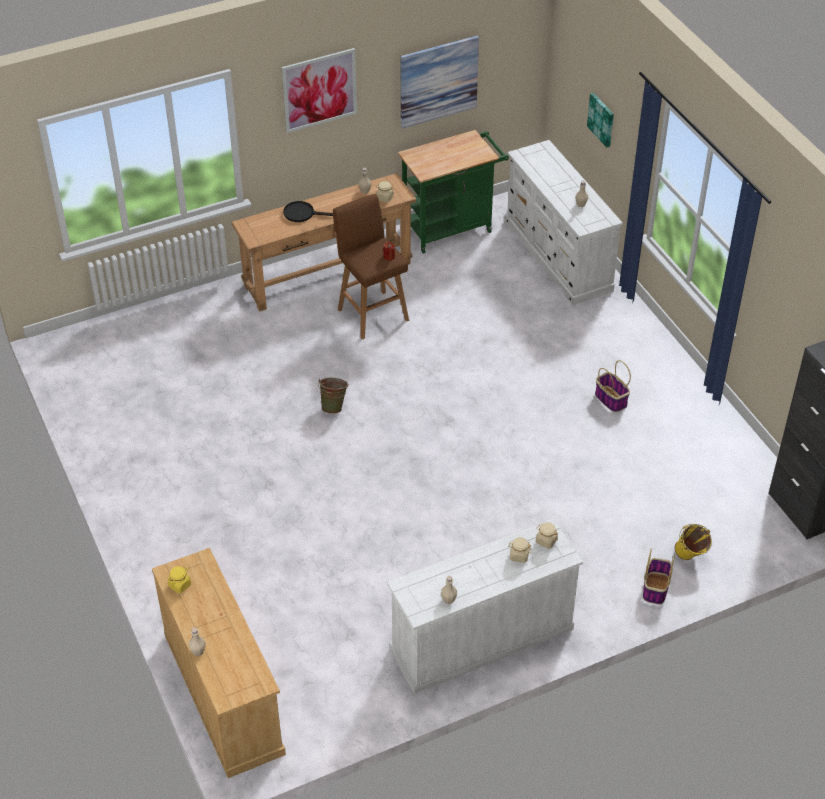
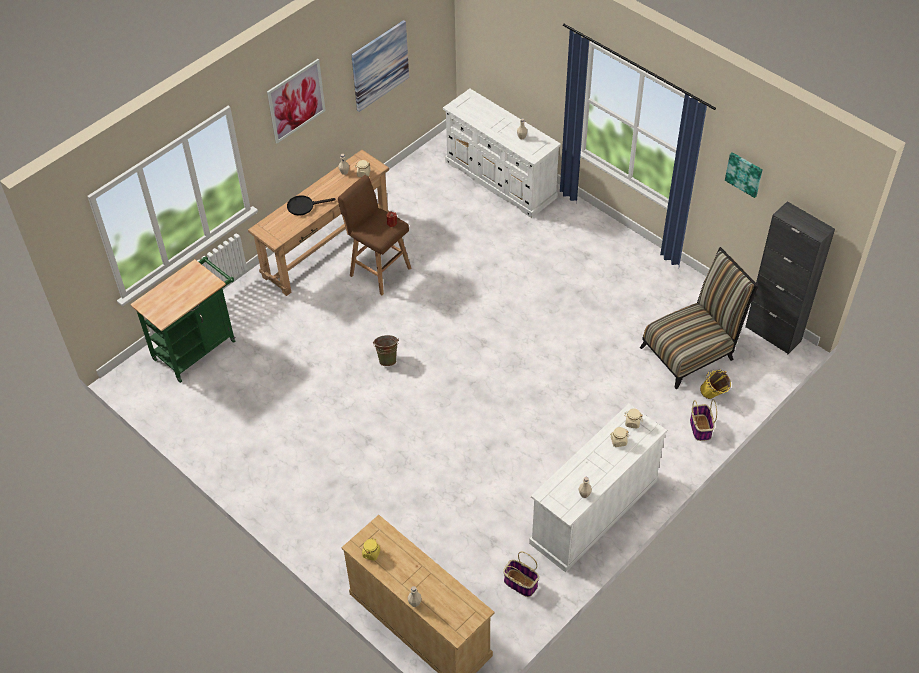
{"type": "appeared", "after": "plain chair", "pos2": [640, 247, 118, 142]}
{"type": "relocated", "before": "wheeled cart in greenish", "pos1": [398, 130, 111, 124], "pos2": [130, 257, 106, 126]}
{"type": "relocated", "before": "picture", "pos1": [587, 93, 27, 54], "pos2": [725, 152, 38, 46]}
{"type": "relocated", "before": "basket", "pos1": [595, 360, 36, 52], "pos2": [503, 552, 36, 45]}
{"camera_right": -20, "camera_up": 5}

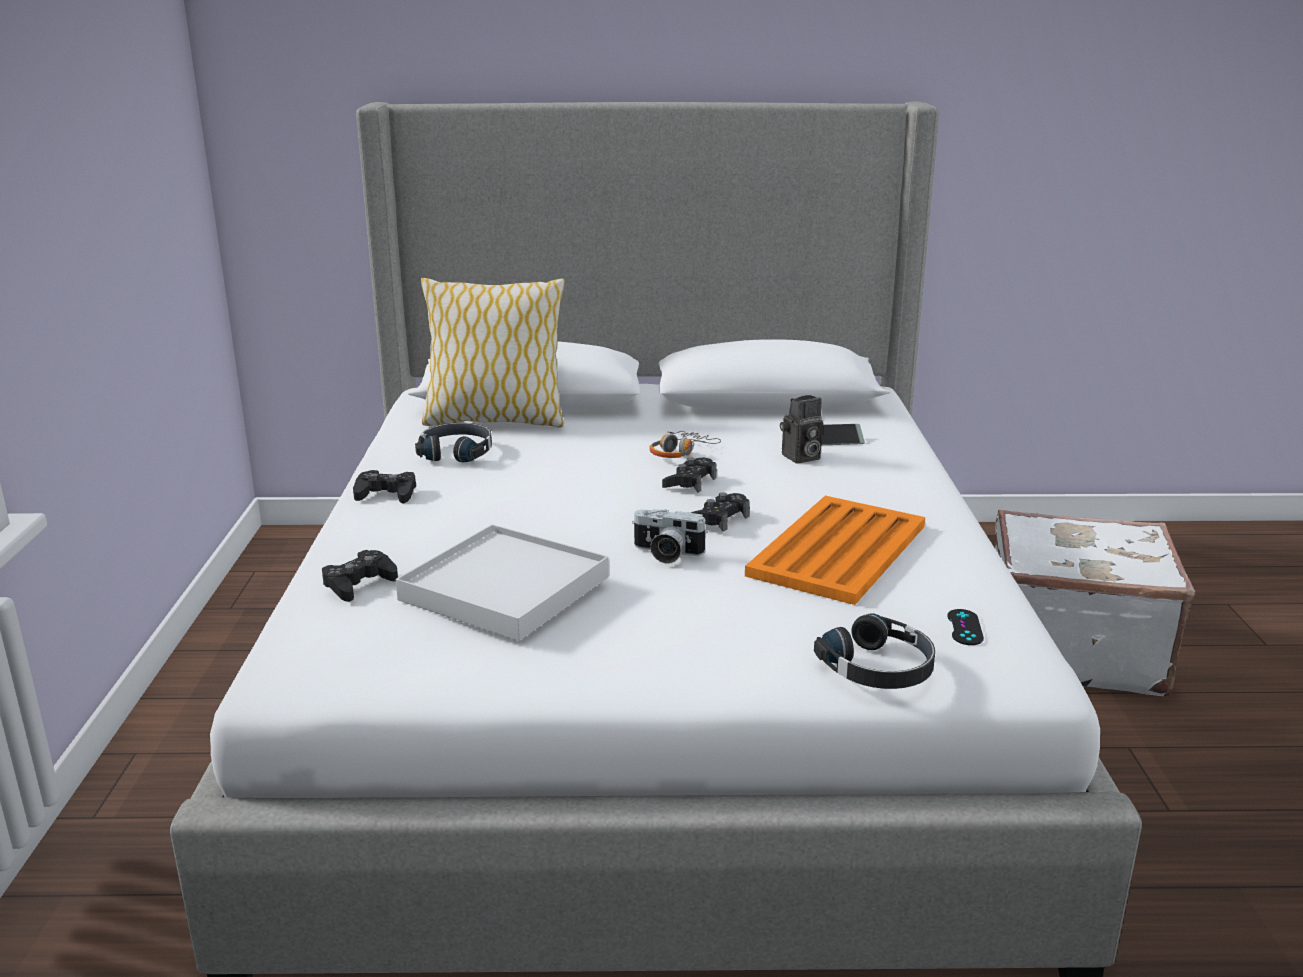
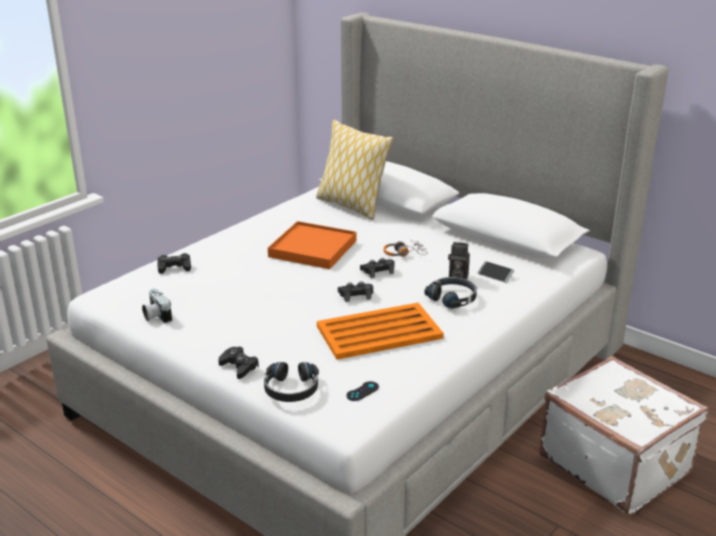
{"type": "missing", "before": "tray in whitish", "pos1": [395, 524, 214, 117]}
{"type": "appeared", "after": "tray in orangey", "pos2": [268, 221, 88, 48]}
{"type": "relocated", "before": "joypad in black", "pos1": [353, 470, 63, 33], "pos2": [218, 347, 41, 32]}
{"type": "relocated", "before": "pair of headphones in black", "pos1": [415, 423, 77, 39], "pos2": [425, 277, 52, 32]}
{"type": "relocated", "before": "photo camera", "pos1": [632, 509, 76, 55], "pos2": [142, 289, 30, 34]}
{"camera_right": 40, "camera_up": 5}

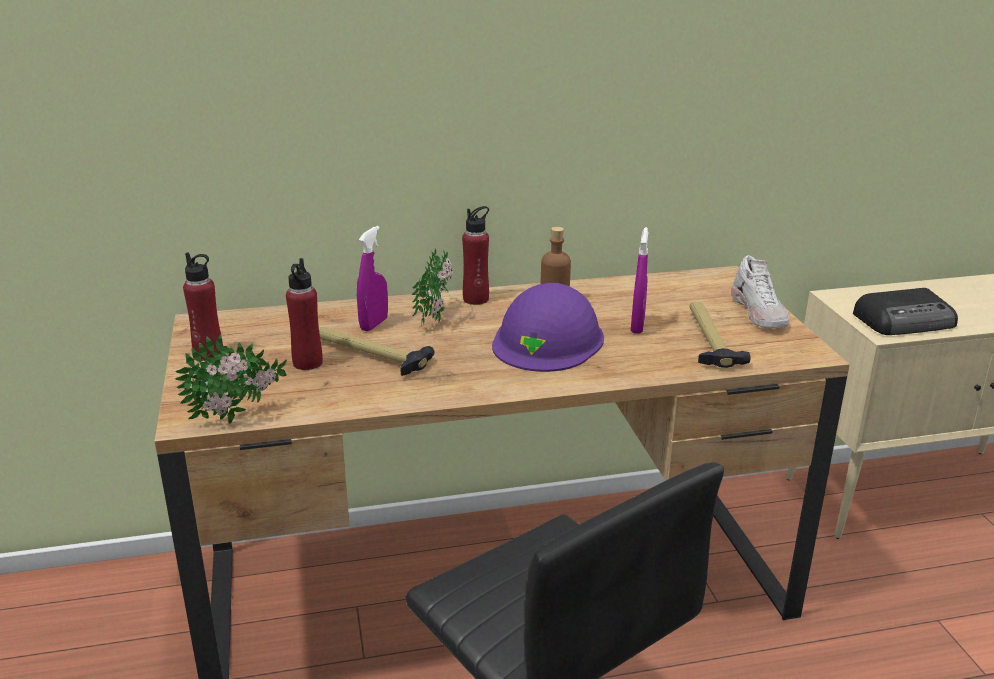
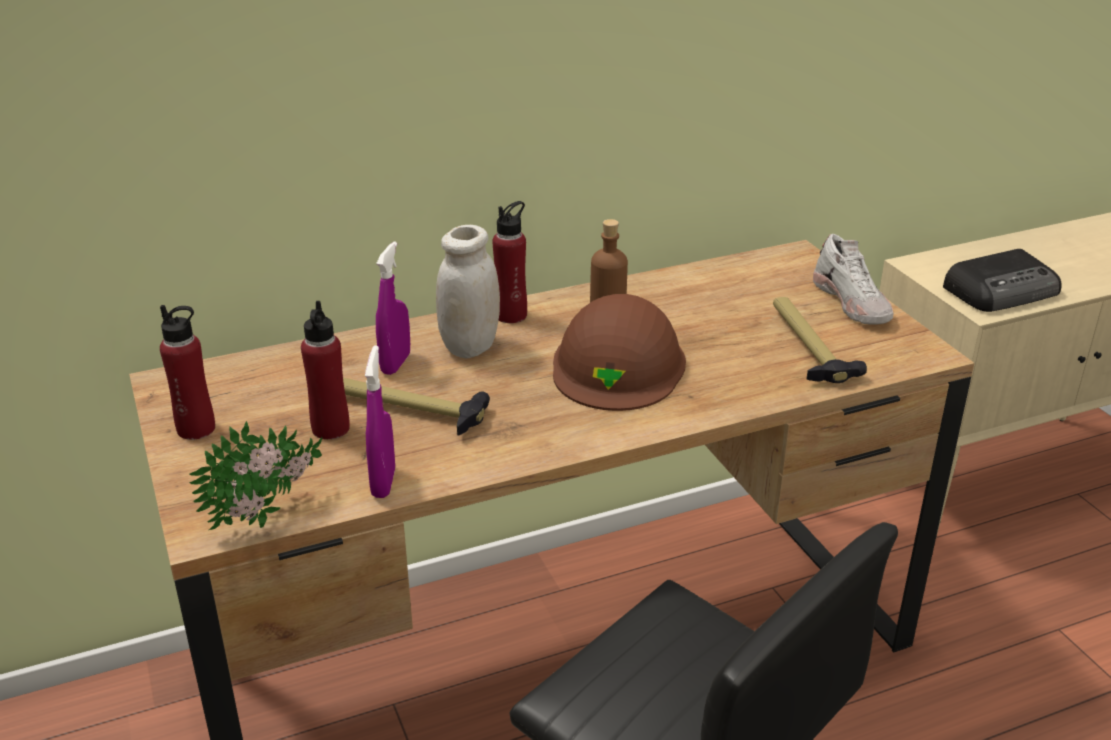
{"type": "relocated", "before": "sprayer in purple", "pos1": [631, 227, 17, 107], "pos2": [365, 345, 30, 153]}
{"type": "exchanged", "before": "plant in a pot", "after": "preserve jar in whitish", "pos1": [412, 249, 41, 78], "pos2": [436, 225, 64, 133]}
{"type": "colour", "before": "safety helmet in purple", "after": "safety helmet in brown", "pos1": [492, 283, 112, 89], "pos2": [553, 294, 133, 117]}
{"camera_right": -10, "camera_up": 5}

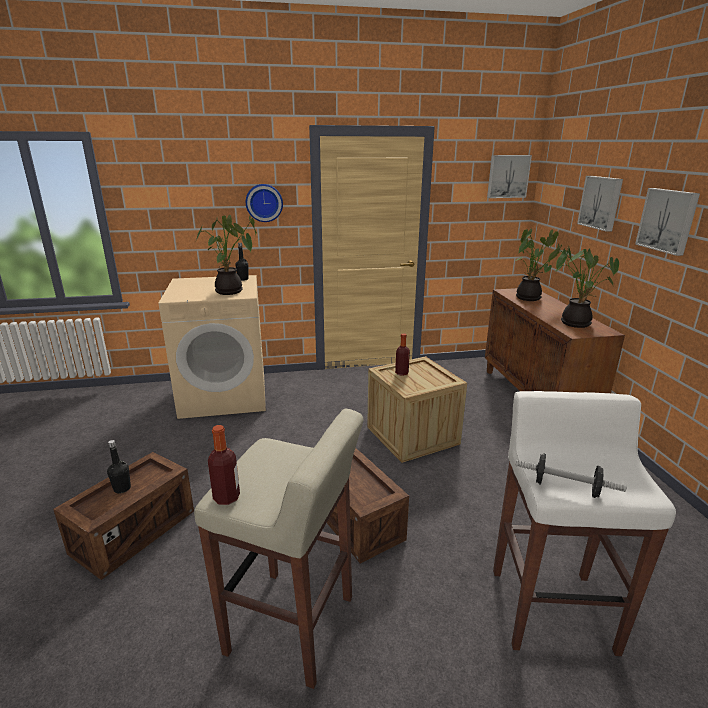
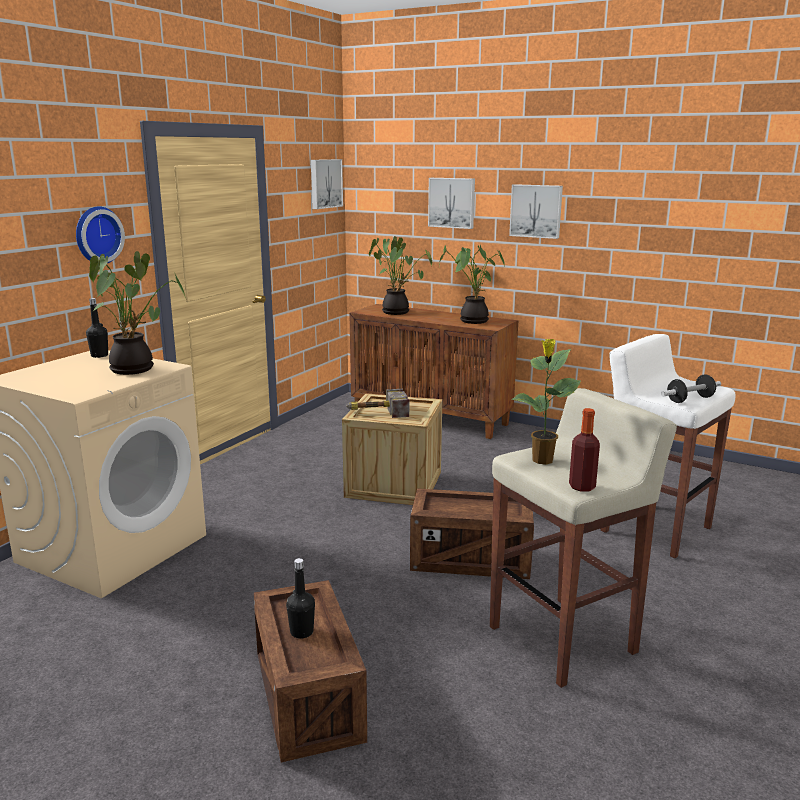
{"type": "appeared", "after": "plant in a pot", "pos2": [512, 339, 69, 126]}
{"type": "exchanged", "before": "bottle", "after": "hand hammer", "pos1": [395, 333, 15, 43], "pos2": [346, 389, 63, 29]}
{"camera_right": -50, "camera_up": -5}

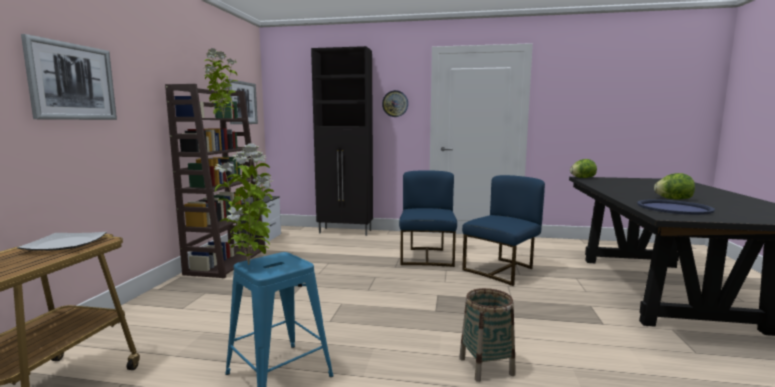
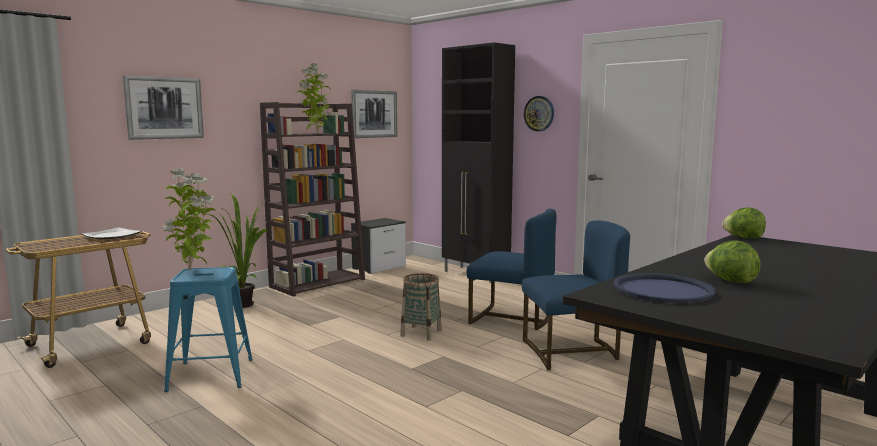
{"type": "appeared", "after": "plant in a pot", "pos2": [206, 193, 62, 115]}
{"type": "relocated", "before": "basket", "pos1": [459, 288, 56, 94], "pos2": [400, 273, 42, 67]}
{"type": "spun", "before": "plain chair in blue-coloured", "pos1": [399, 170, 58, 97], "pos2": [467, 209, 89, 121], "turn": 75}
{"camera_right": 35, "camera_up": 0}

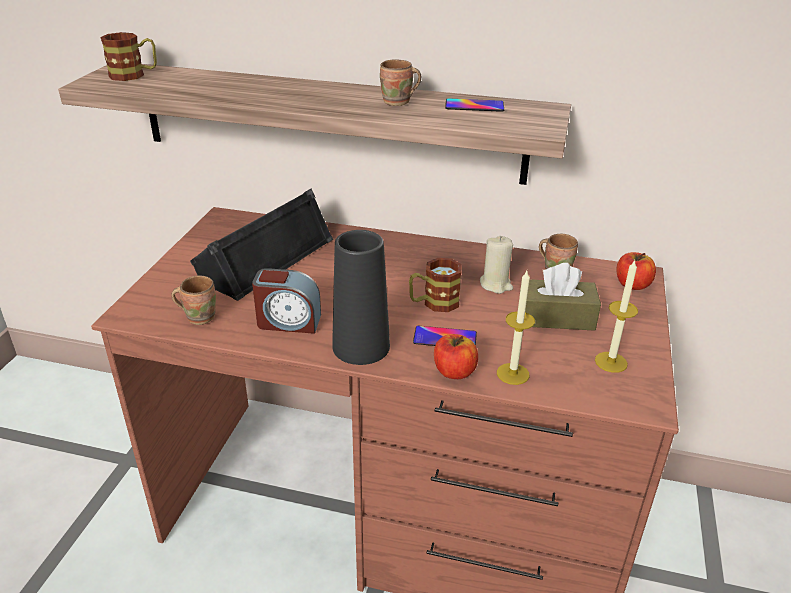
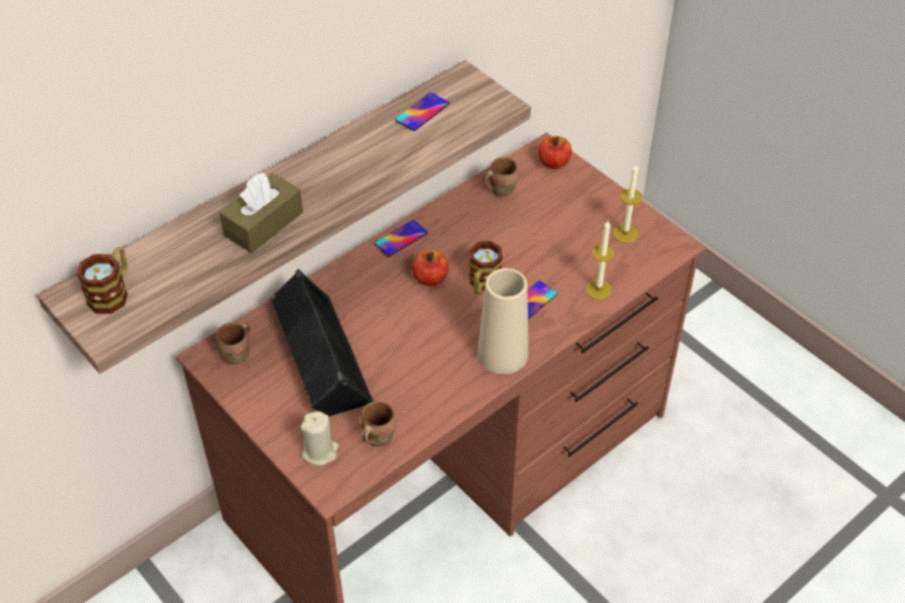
{"type": "missing", "before": "bedside clock", "pos1": [252, 268, 69, 66]}
{"type": "appeared", "after": "phone", "pos2": [375, 220, 53, 37]}
{"type": "relocated", "before": "mug in brown", "pos1": [380, 60, 41, 46], "pos2": [216, 322, 34, 43]}
{"type": "relocated", "before": "whole apple", "pos1": [434, 334, 44, 45], "pos2": [412, 250, 37, 36]}
{"type": "relocated", "before": "candle in beige-coloured", "pos1": [480, 236, 33, 58], "pos2": [301, 411, 38, 55]}
{"type": "relocated", "before": "box of tissues in brown", "pos1": [520, 263, 81, 68], "pos2": [219, 172, 84, 81]}
{"type": "colour", "before": "decorative vase in black", "after": "decorative vase in beige-coloured", "pos1": [332, 230, 58, 135], "pos2": [478, 268, 50, 106]}
{"camera_right": -55, "camera_up": 15}

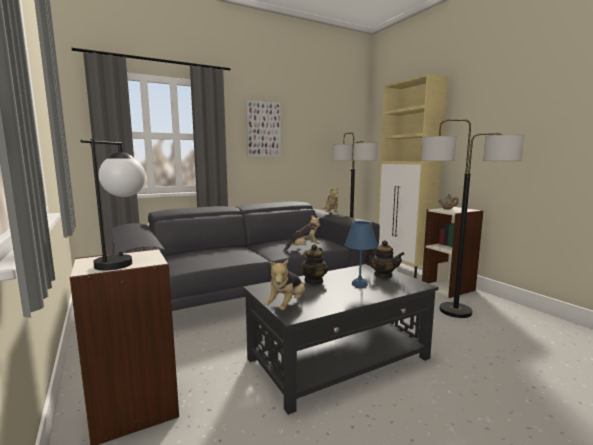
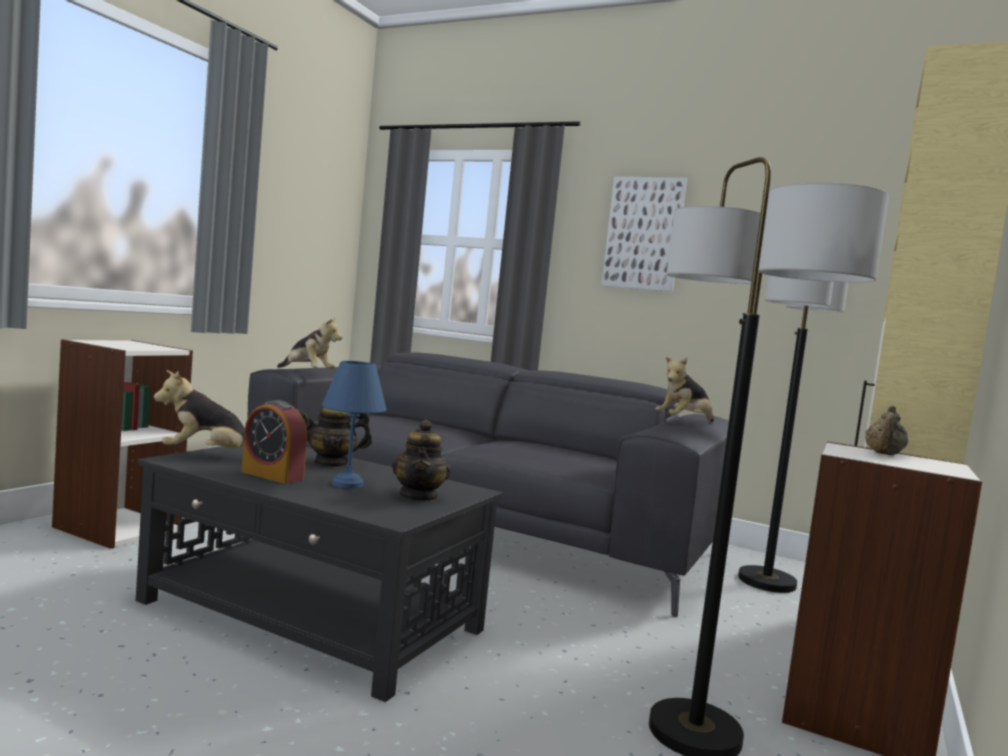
{"type": "missing", "before": "table lamp", "pos1": [80, 139, 66, 131]}
{"type": "appeared", "after": "bedside clock", "pos2": [242, 400, 65, 84]}
{"type": "relocated", "before": "soft toy", "pos1": [283, 215, 38, 36], "pos2": [277, 318, 65, 51]}
{"camera_right": 55, "camera_up": -5}

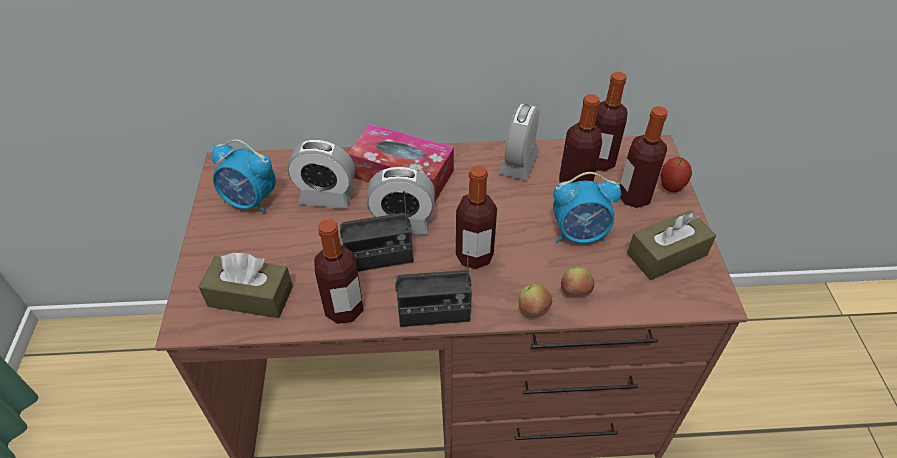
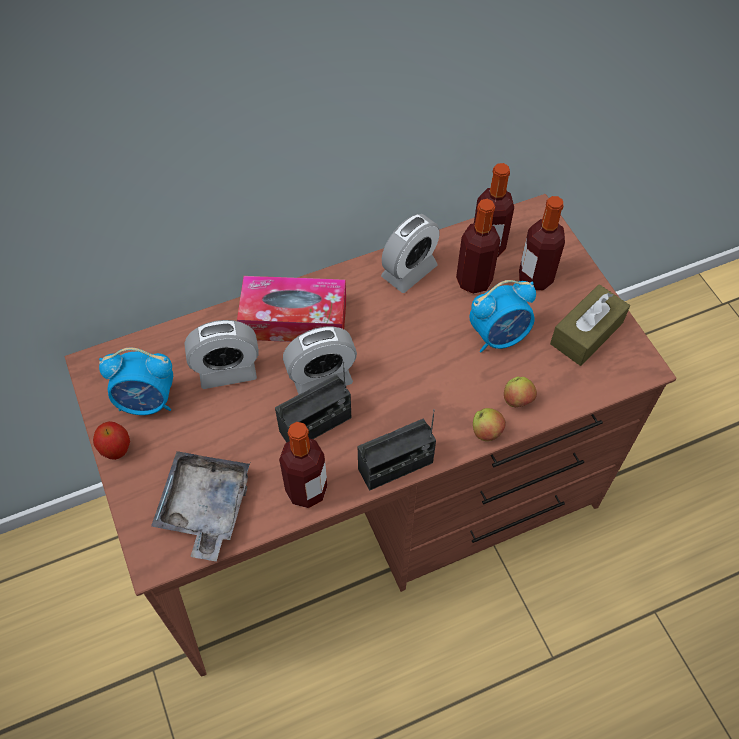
{"type": "missing", "before": "bottle", "pos1": [456, 165, 41, 104]}
{"type": "relocated", "before": "whole apple", "pos1": [661, 157, 31, 35], "pos2": [93, 421, 37, 39]}
{"type": "exchanged", "before": "box of tissues in brown", "after": "tray in greyish", "pos1": [198, 253, 95, 65], "pos2": [151, 451, 99, 110]}
{"type": "spun", "before": "bedside clock", "pos1": [499, 104, 40, 76], "pos2": [381, 214, 59, 79], "turn": -135}
{"camera_right": -20, "camera_up": 10}

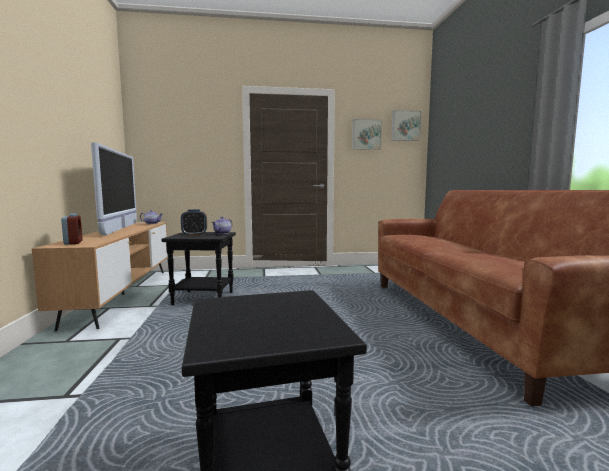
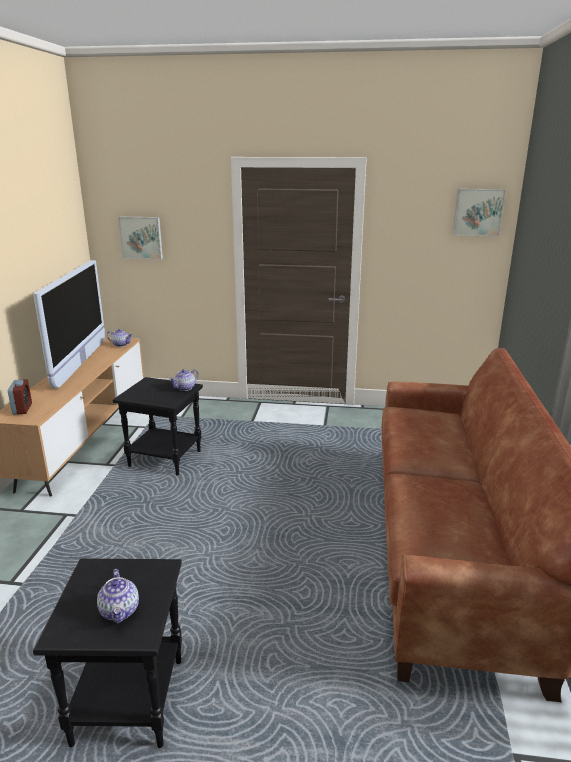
{"type": "missing", "before": "bedside clock", "pos1": [181, 209, 26, 27]}
{"type": "appeared", "after": "pot for tea", "pos2": [97, 569, 42, 55]}
{"type": "relocated", "before": "picture", "pos1": [352, 119, 30, 31], "pos2": [118, 217, 45, 42]}
{"camera_right": 15, "camera_up": 15}

